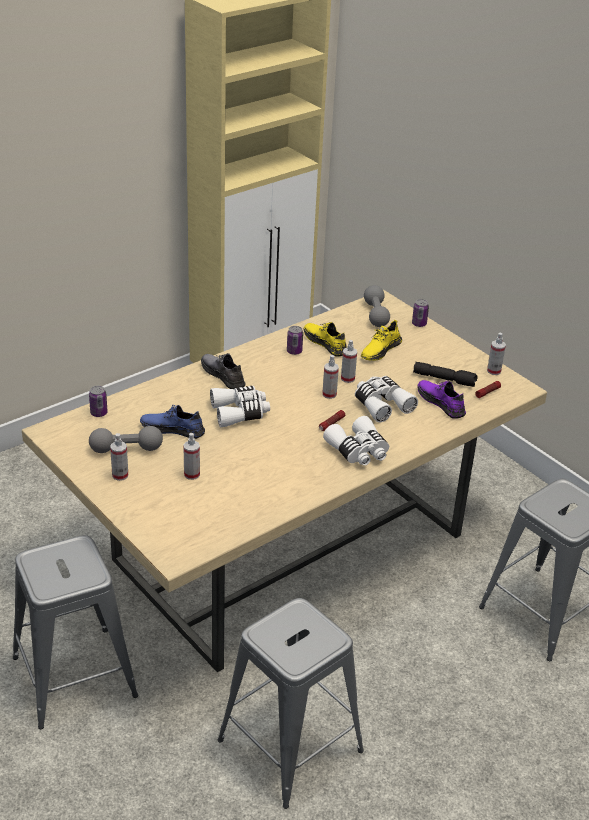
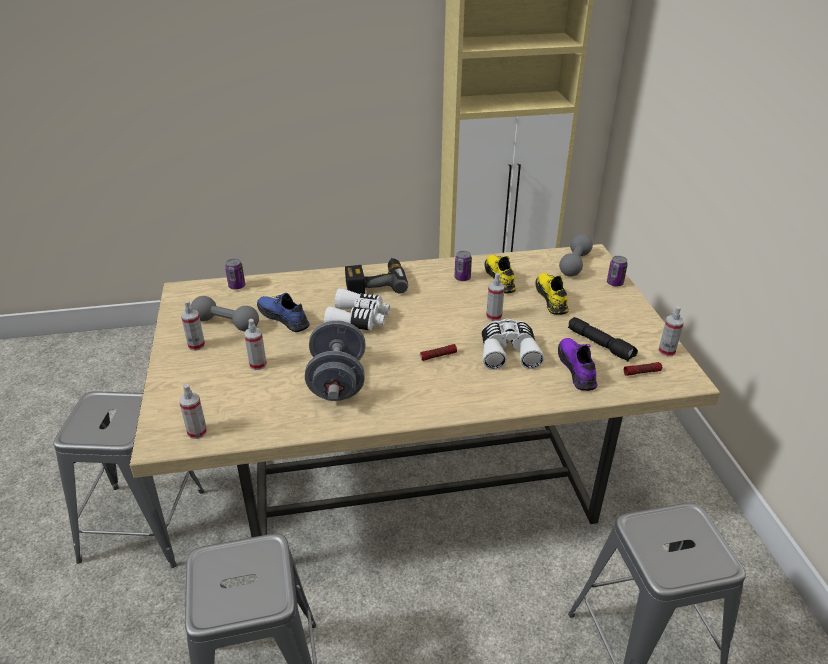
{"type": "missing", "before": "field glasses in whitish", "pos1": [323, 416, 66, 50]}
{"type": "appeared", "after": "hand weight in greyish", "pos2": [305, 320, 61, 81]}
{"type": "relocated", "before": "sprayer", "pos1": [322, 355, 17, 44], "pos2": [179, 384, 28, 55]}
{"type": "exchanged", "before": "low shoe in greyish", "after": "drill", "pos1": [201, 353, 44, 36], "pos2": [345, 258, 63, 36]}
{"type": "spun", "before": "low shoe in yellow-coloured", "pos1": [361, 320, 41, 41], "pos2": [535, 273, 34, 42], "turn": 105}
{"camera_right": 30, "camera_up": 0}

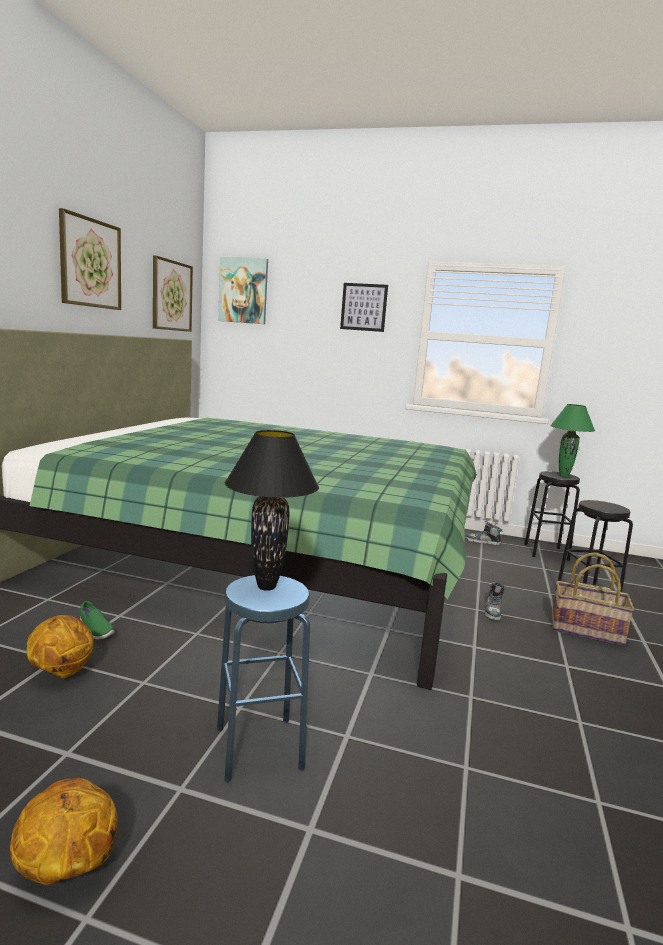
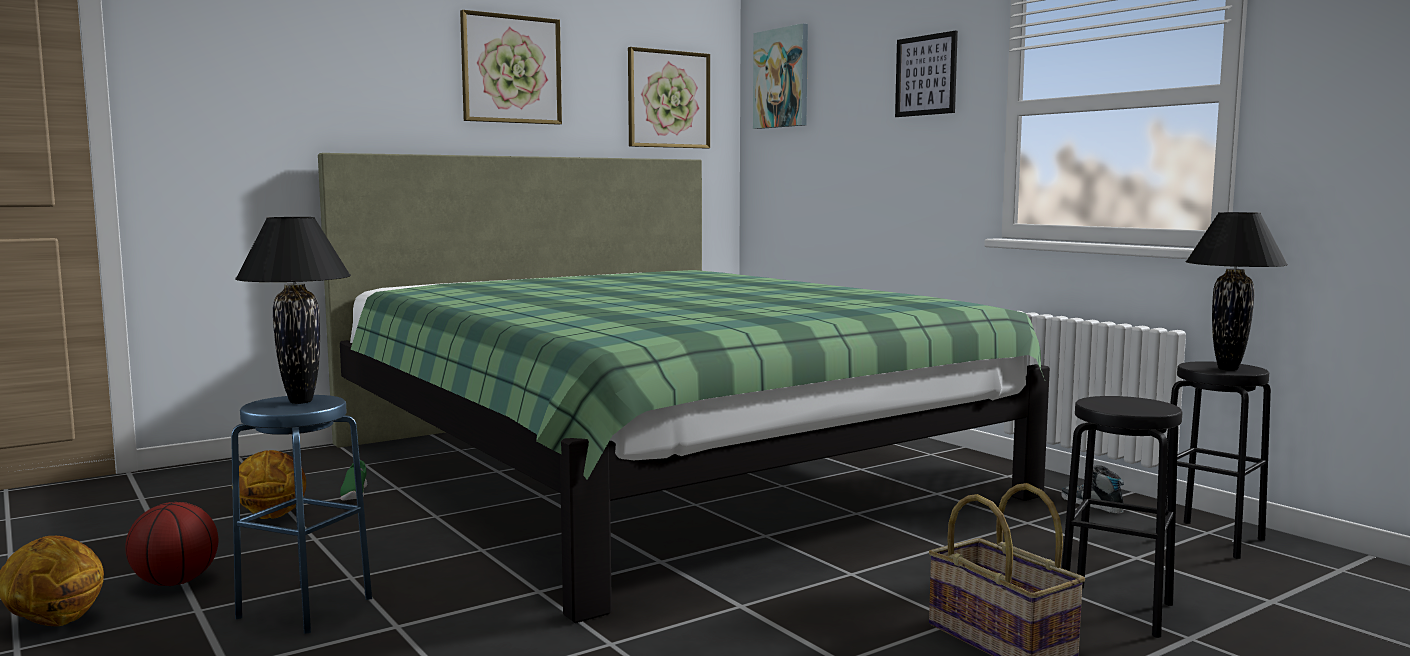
{"type": "missing", "before": "low shoe", "pos1": [484, 582, 21, 38]}
{"type": "appeared", "after": "ball for basketball", "pos2": [125, 502, 93, 84]}
{"type": "colour", "before": "table lamp in greenish", "after": "table lamp in black", "pos1": [550, 404, 45, 73], "pos2": [1186, 212, 102, 159]}
{"camera_right": 40, "camera_up": -5}

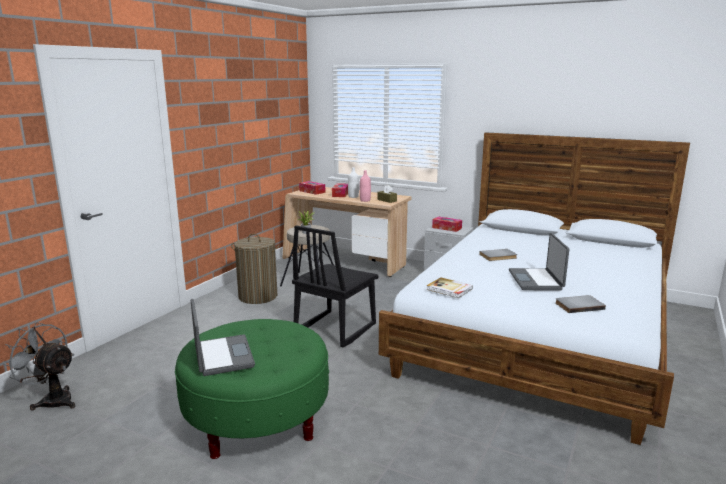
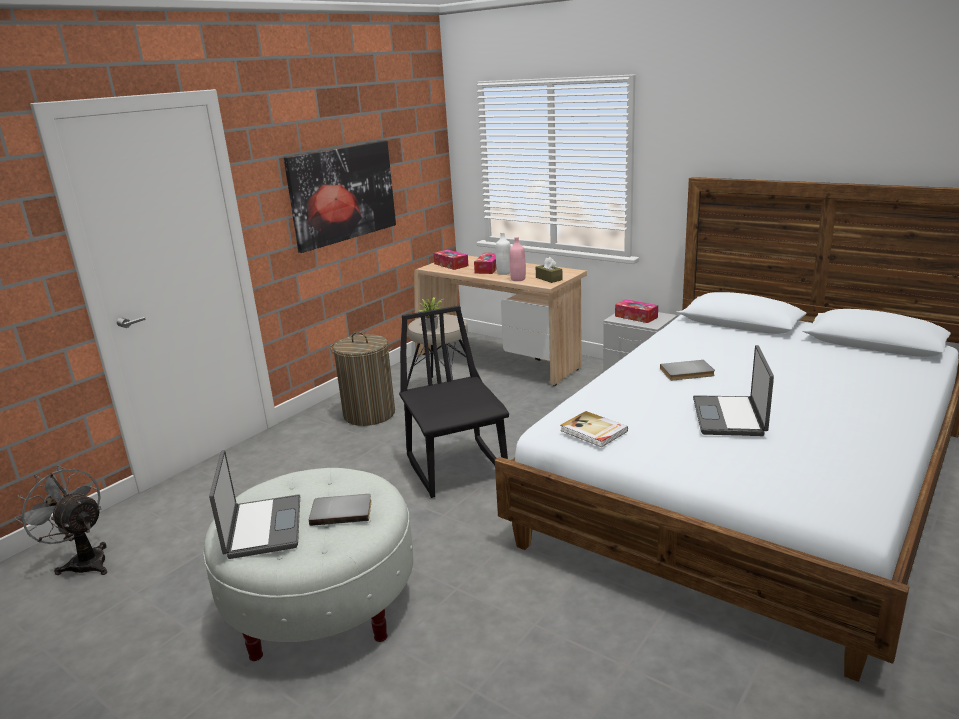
{"type": "appeared", "after": "picture", "pos2": [284, 141, 112, 112]}
{"type": "relocated", "before": "volume in greyish", "pos1": [556, 295, 50, 18], "pos2": [309, 494, 63, 32]}
{"type": "colour", "before": "pouffe in greenish", "after": "pouffe in whitish", "pos1": [175, 319, 154, 140], "pos2": [203, 468, 210, 193]}
{"type": "spun", "before": "plain chair in black", "pos1": [292, 225, 87, 122], "pos2": [399, 306, 110, 192], "turn": 120}
{"camera_right": 10, "camera_up": 5}

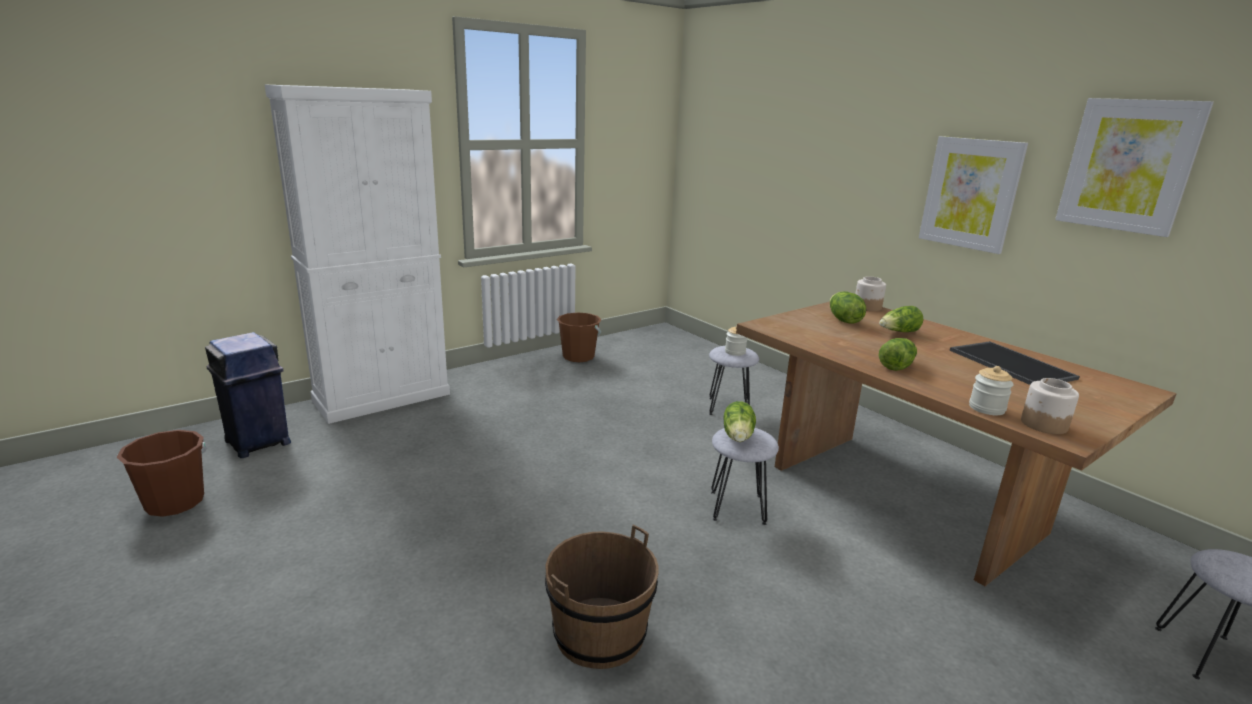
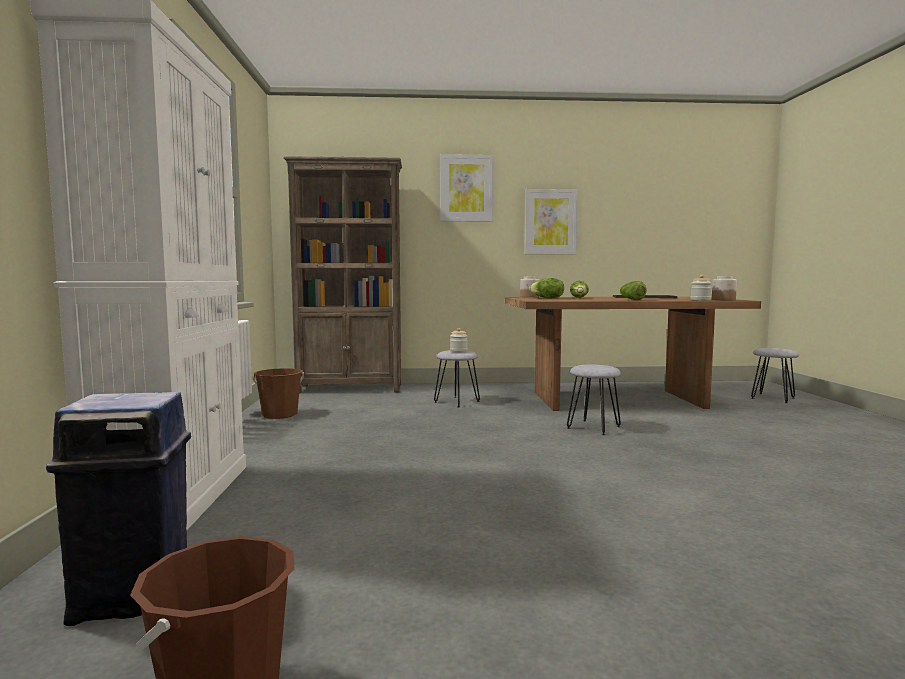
{"type": "missing", "before": "water bucket in brown", "pos1": [545, 525, 114, 144]}
{"type": "missing", "before": "head of lettuce", "pos1": [724, 401, 32, 41]}
{"type": "appeared", "after": "bookcase in brown", "pos2": [283, 156, 119, 237]}
{"type": "relocated", "before": "picture", "pos1": [1055, 98, 159, 139], "pos2": [440, 154, 53, 68]}
{"camera_right": -55, "camera_up": -15}

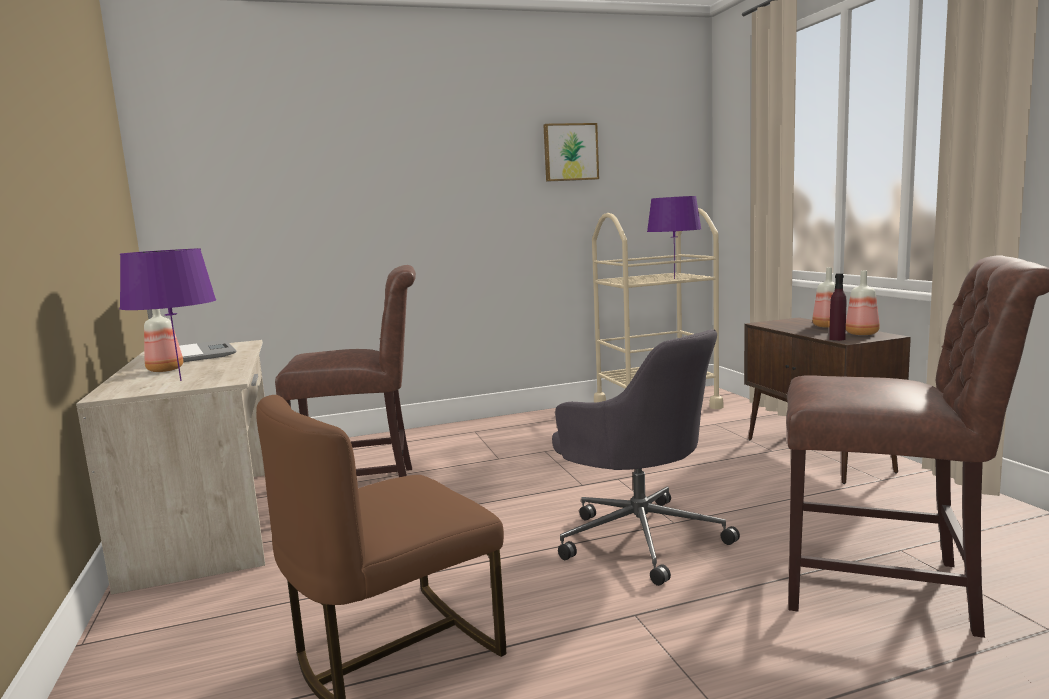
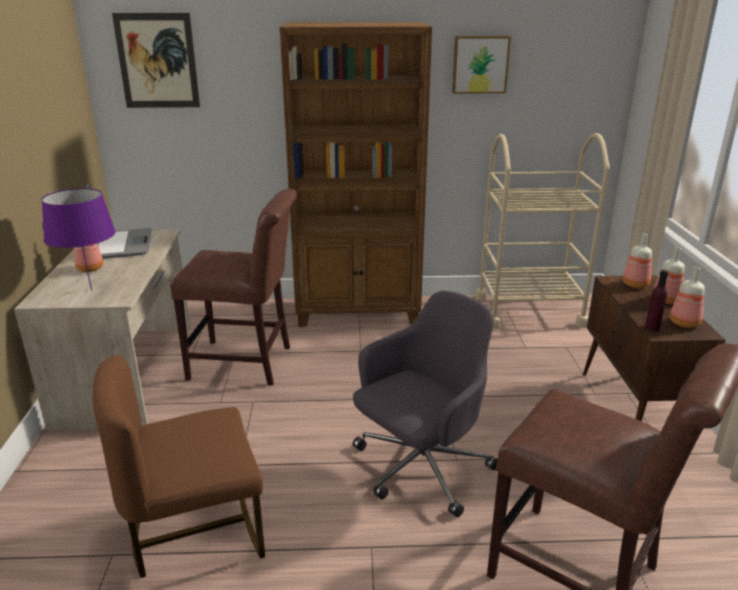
{"type": "missing", "before": "table lamp in purple", "pos1": [647, 196, 54, 83]}
{"type": "appeared", "after": "picture", "pos2": [112, 13, 88, 95]}
{"type": "appeared", "after": "bookcase in brown", "pos2": [280, 22, 152, 305]}
{"type": "appeared", "after": "bottle", "pos2": [622, 233, 30, 55]}
{"type": "spun", "before": "computer chair in greyish", "pos1": [552, 329, 188, 257], "pos2": [353, 291, 145, 226], "turn": -105}
{"camera_right": 15, "camera_up": 15}

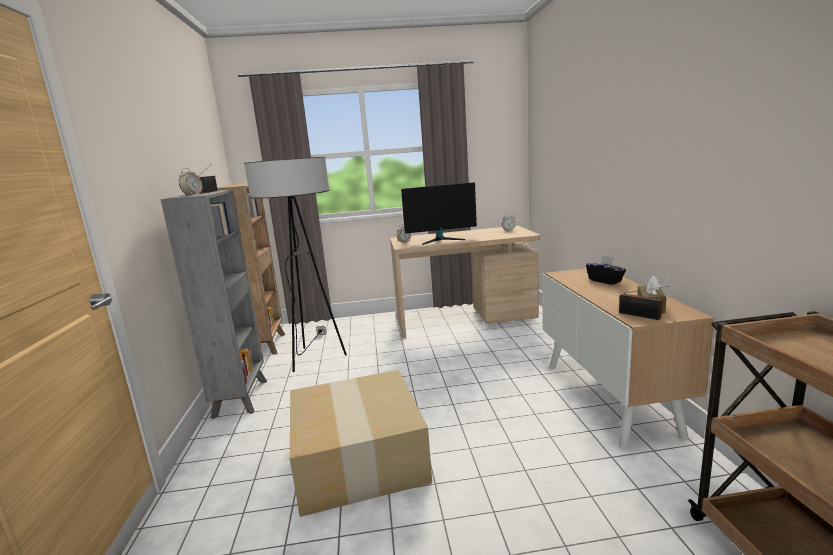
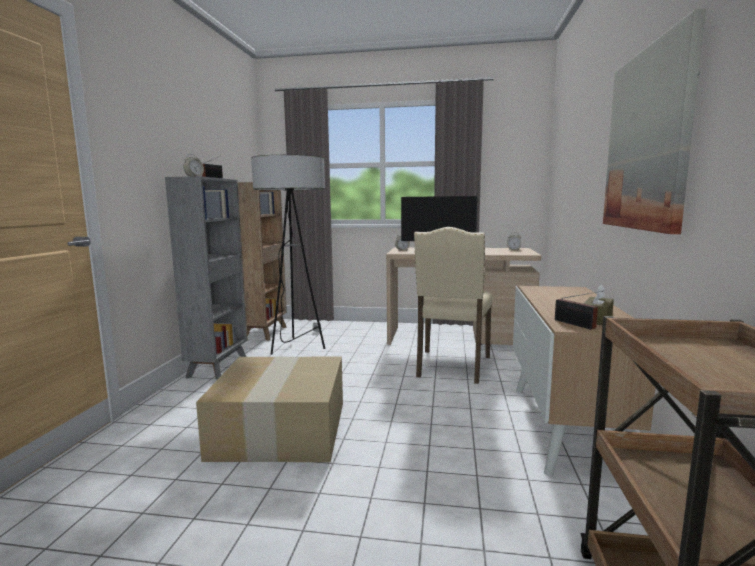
{"type": "missing", "before": "box of tissues in black", "pos1": [586, 255, 40, 30]}
{"type": "appeared", "after": "plain chair in beige-coloured", "pos2": [414, 227, 79, 157]}
{"type": "appeared", "after": "picture", "pos2": [603, 9, 103, 225]}
{"camera_right": 15, "camera_up": -5}

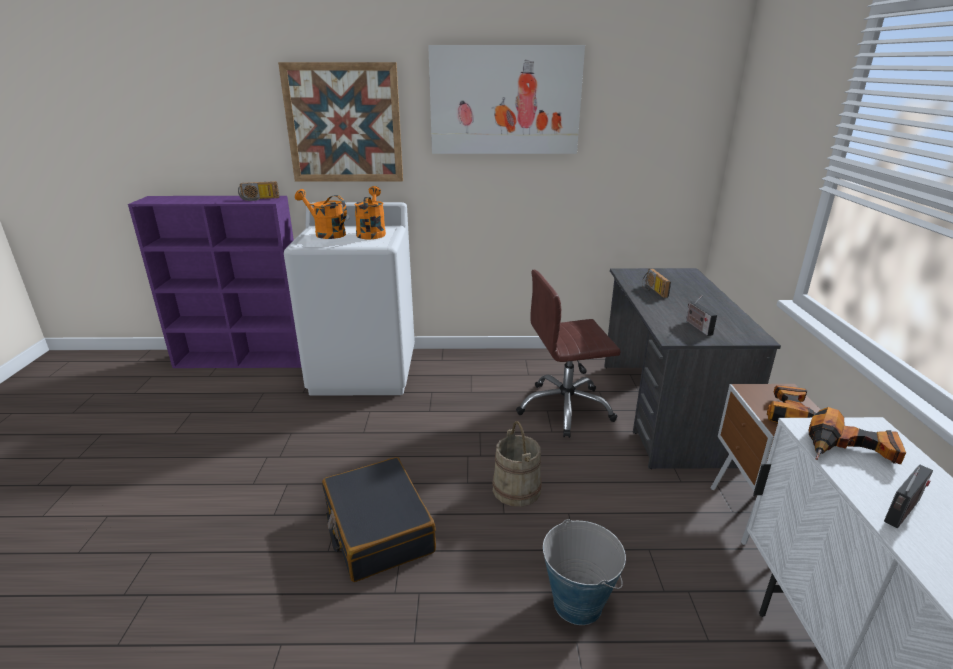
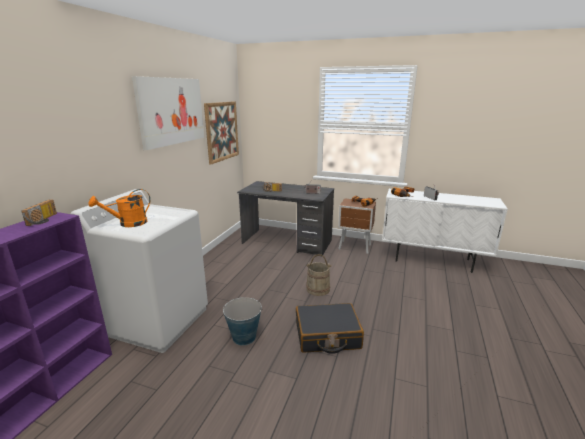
{"type": "missing", "before": "watering pot in orangey", "pos1": [354, 186, 32, 53]}
{"type": "missing", "before": "computer chair in brown", "pos1": [516, 270, 105, 168]}
{"type": "relocated", "before": "picture", "pos1": [278, 62, 125, 120], "pos2": [204, 101, 35, 64]}
{"type": "relocated", "before": "water bucket", "pos1": [543, 519, 83, 106], "pos2": [223, 297, 40, 49]}
{"camera_right": -70, "camera_up": -5}

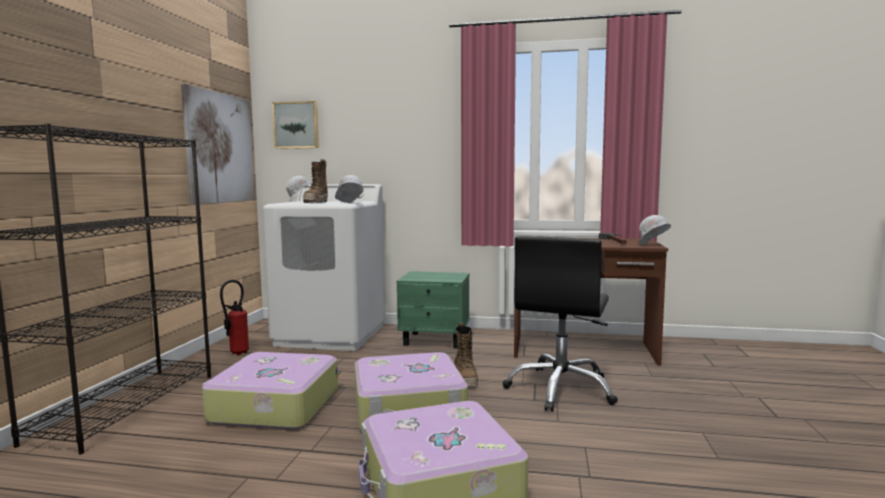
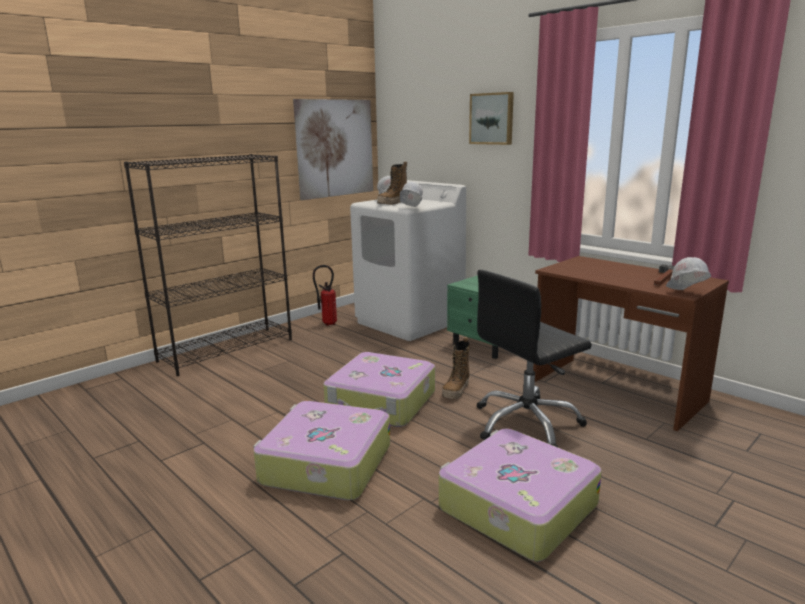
{"type": "relocated", "before": "suitcase", "pos1": [202, 352, 136, 78], "pos2": [439, 429, 163, 133]}
{"type": "relocated", "before": "picture", "pos1": [272, 101, 47, 48], "pos2": [469, 92, 45, 53]}
{"camera_right": 35, "camera_up": 10}

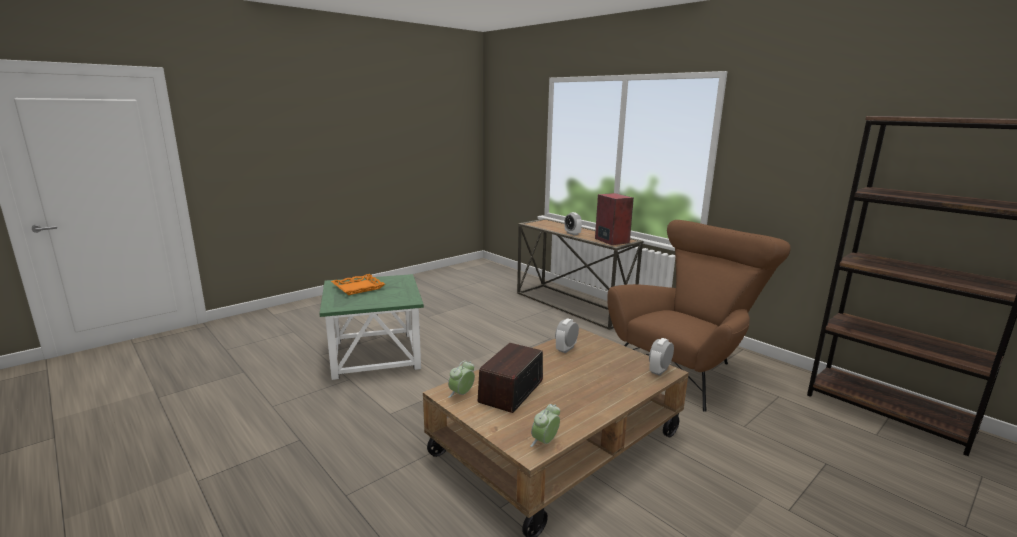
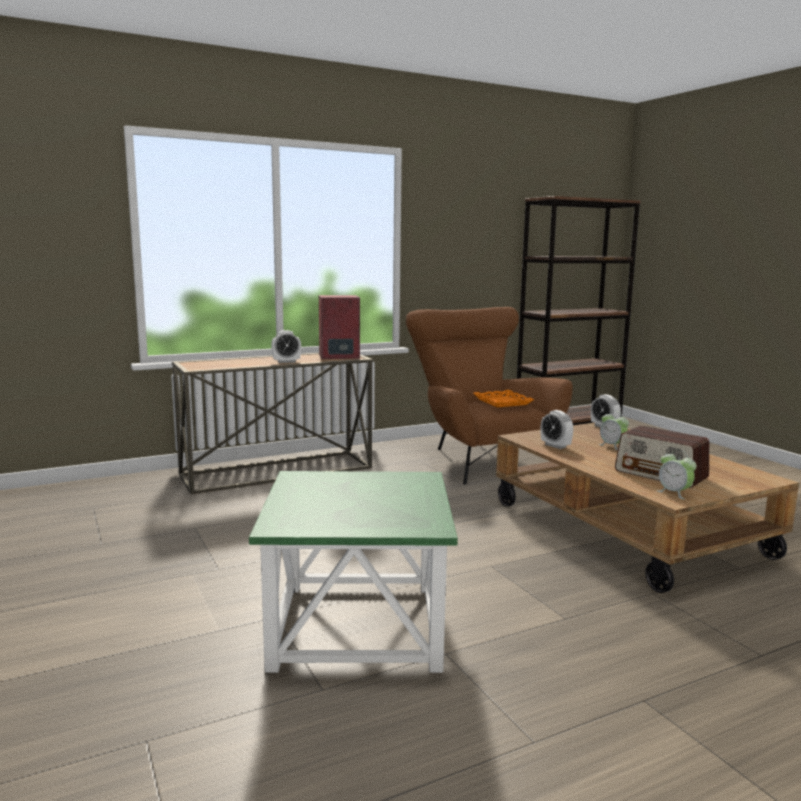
{"type": "relocated", "before": "tray in orangey", "pos1": [331, 274, 54, 21], "pos2": [473, 390, 61, 17]}
{"type": "relocated", "before": "bedside clock", "pos1": [530, 404, 30, 43], "pos2": [598, 411, 31, 39]}
{"camera_right": -75, "camera_up": -5}

